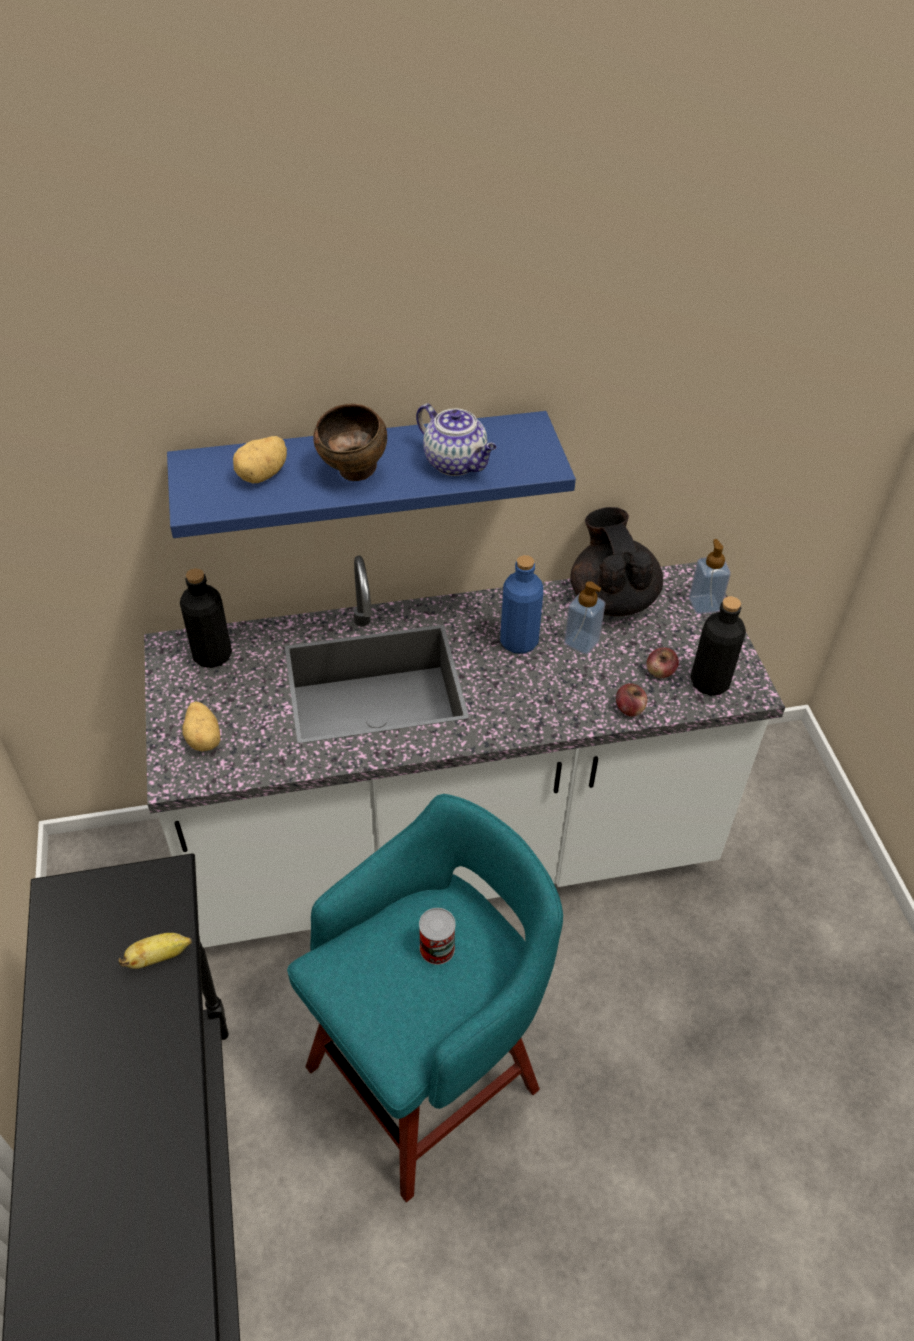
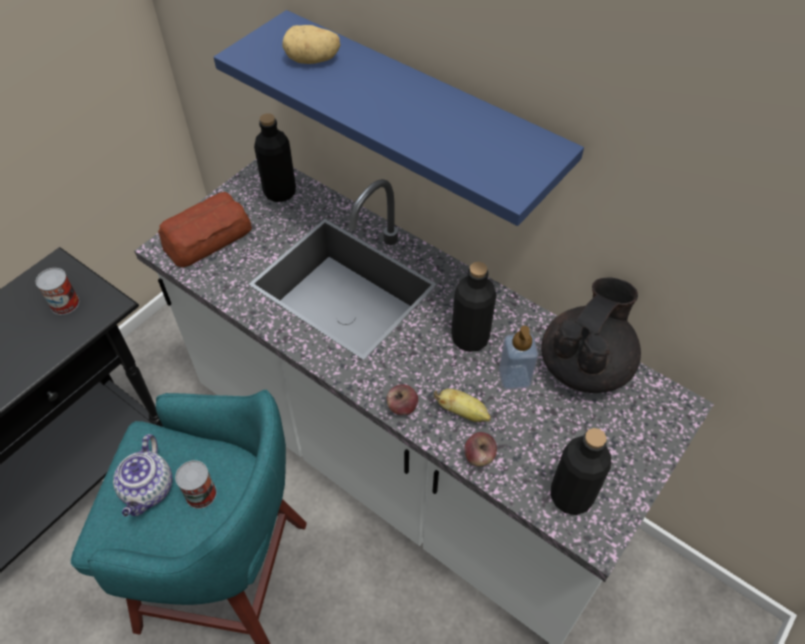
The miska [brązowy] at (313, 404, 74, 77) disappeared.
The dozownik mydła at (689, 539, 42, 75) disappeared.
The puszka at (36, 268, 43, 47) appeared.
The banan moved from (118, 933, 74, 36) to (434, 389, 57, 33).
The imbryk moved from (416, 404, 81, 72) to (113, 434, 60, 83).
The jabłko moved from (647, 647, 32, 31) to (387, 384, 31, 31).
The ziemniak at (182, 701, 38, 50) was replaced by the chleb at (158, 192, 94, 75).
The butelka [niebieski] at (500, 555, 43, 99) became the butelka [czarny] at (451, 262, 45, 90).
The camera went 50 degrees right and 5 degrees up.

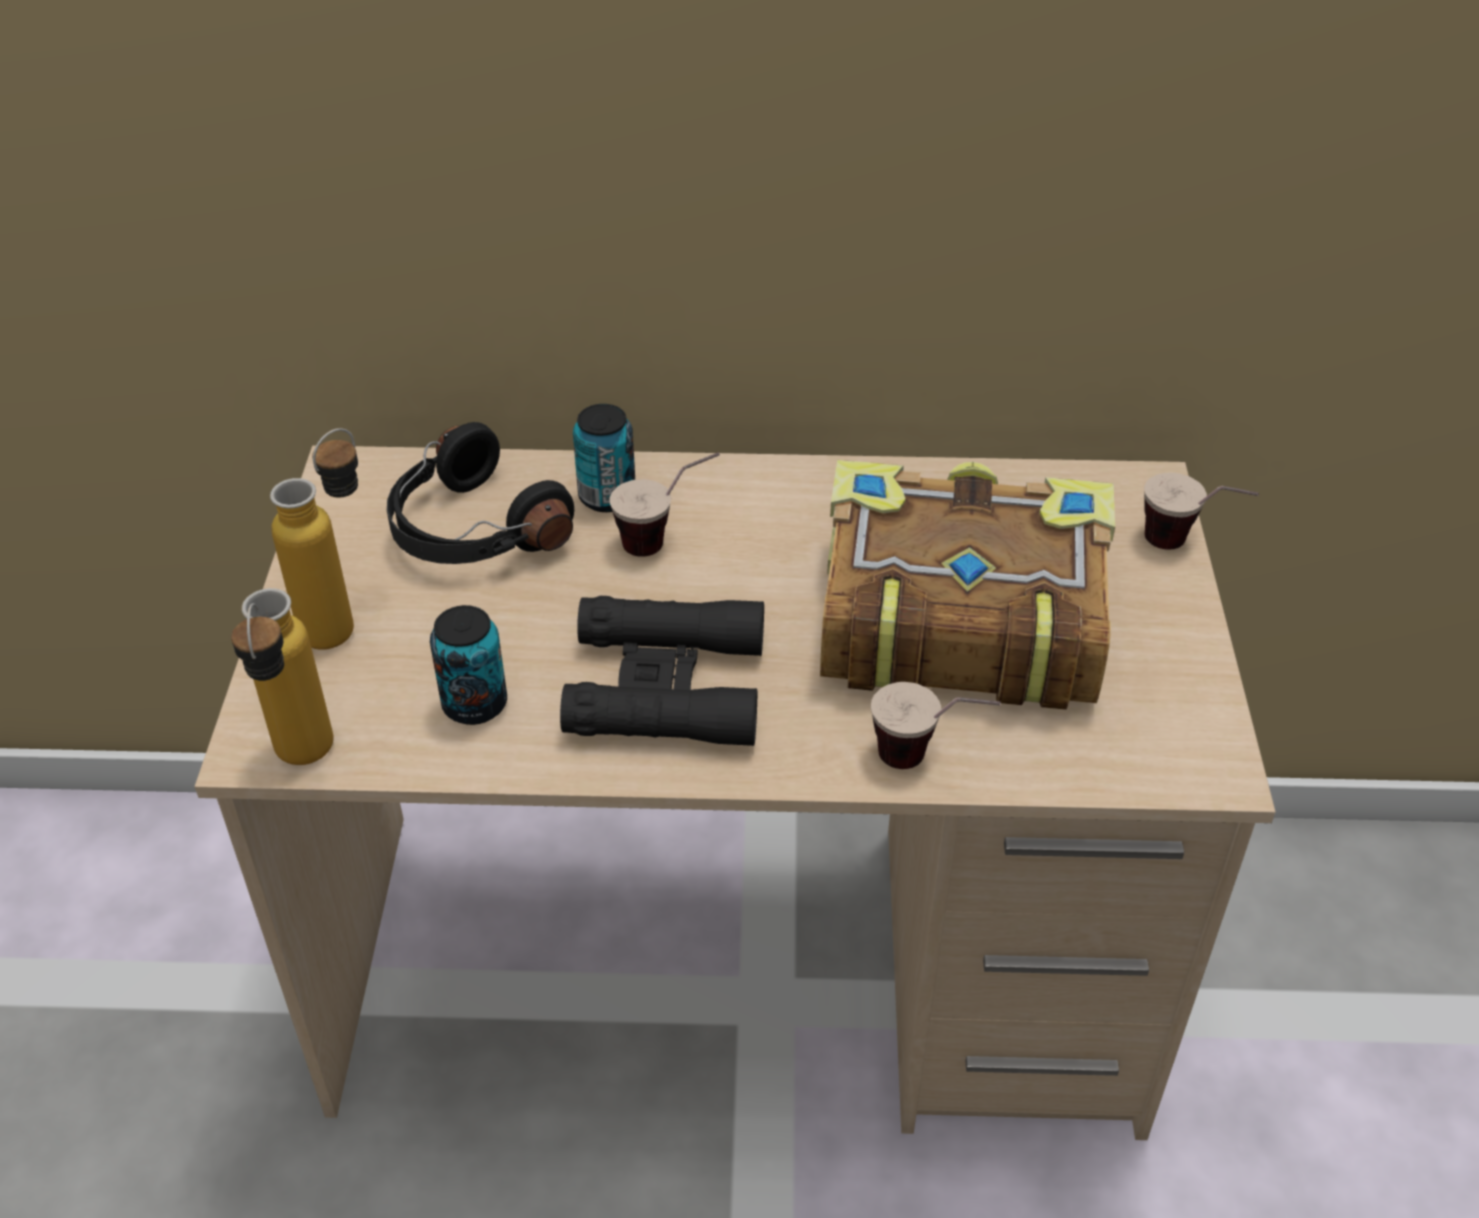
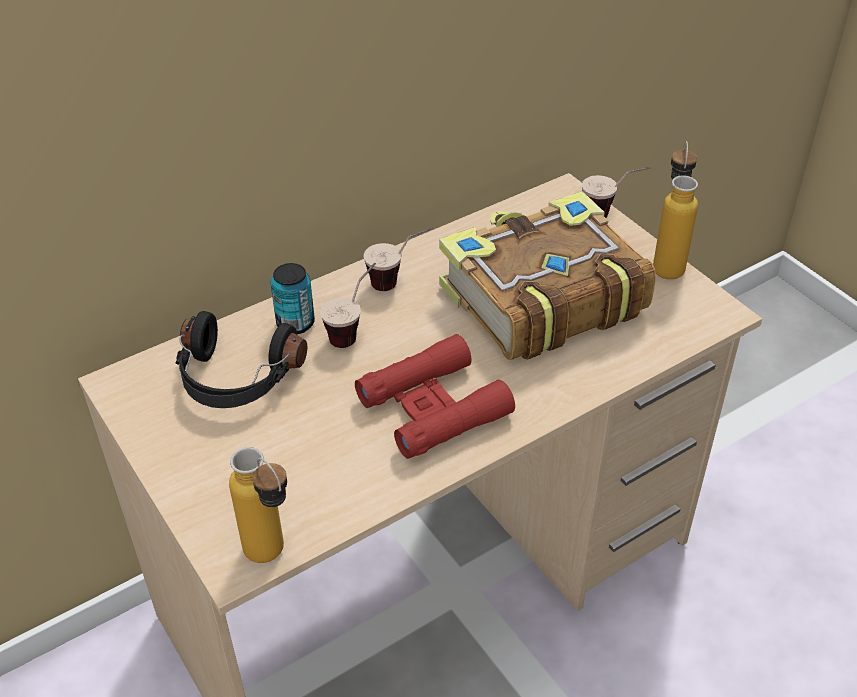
The puszka at (430, 605, 77, 120) disappeared.
The butelka moved from (270, 428, 88, 221) to (653, 141, 45, 138).
The filiżanka moved from (871, 682, 130, 87) to (363, 228, 69, 63).
The lornetka [czarny] at (560, 596, 204, 150) became the lornetka [czerwony] at (355, 334, 160, 125).
The camera went 35 degrees left and 0 degrees up.

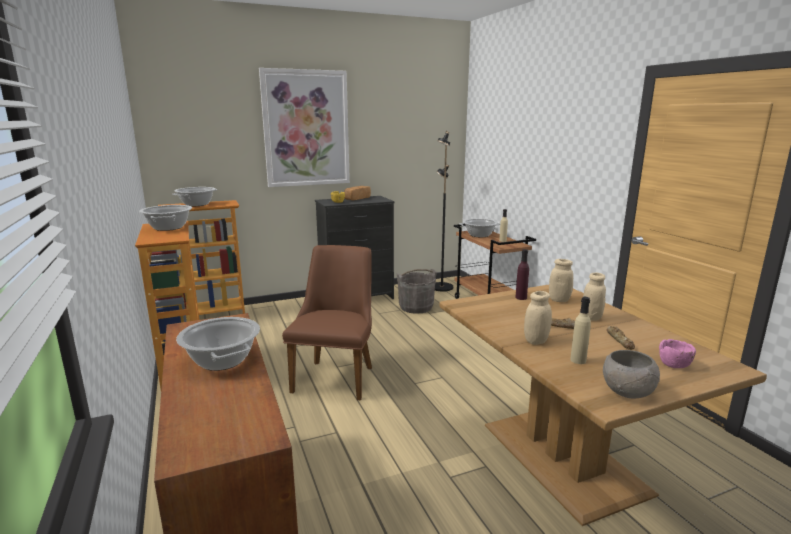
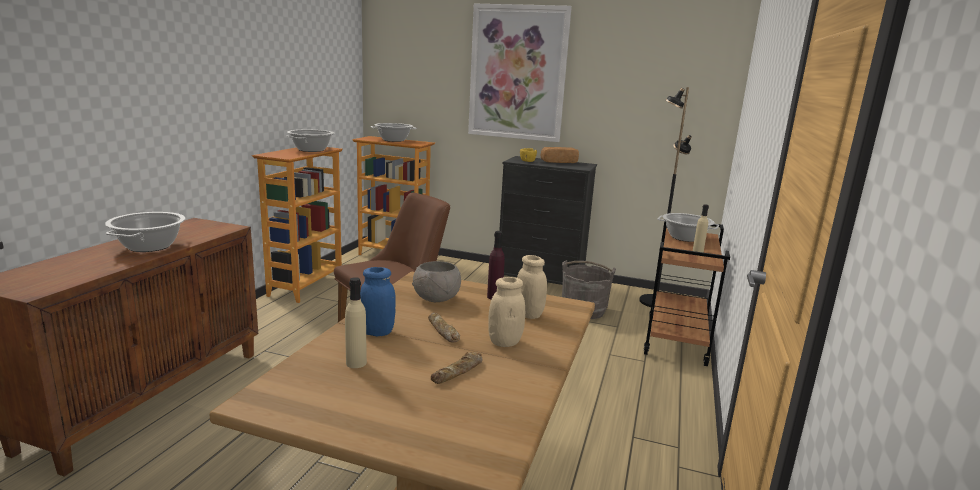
The miska [różowy] at (659, 339, 37, 29) disappeared.
The miska [szary] moved from (603, 350, 57, 48) to (412, 261, 49, 41).
The słoik [beżowy] at (524, 291, 28, 54) became the słoik [niebieski] at (360, 267, 36, 70).
The camera went 40 degrees right and 0 degrees up.

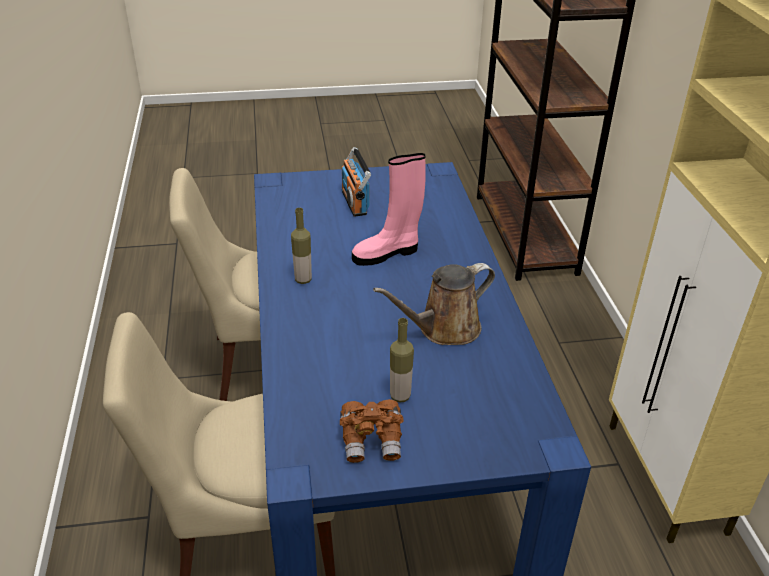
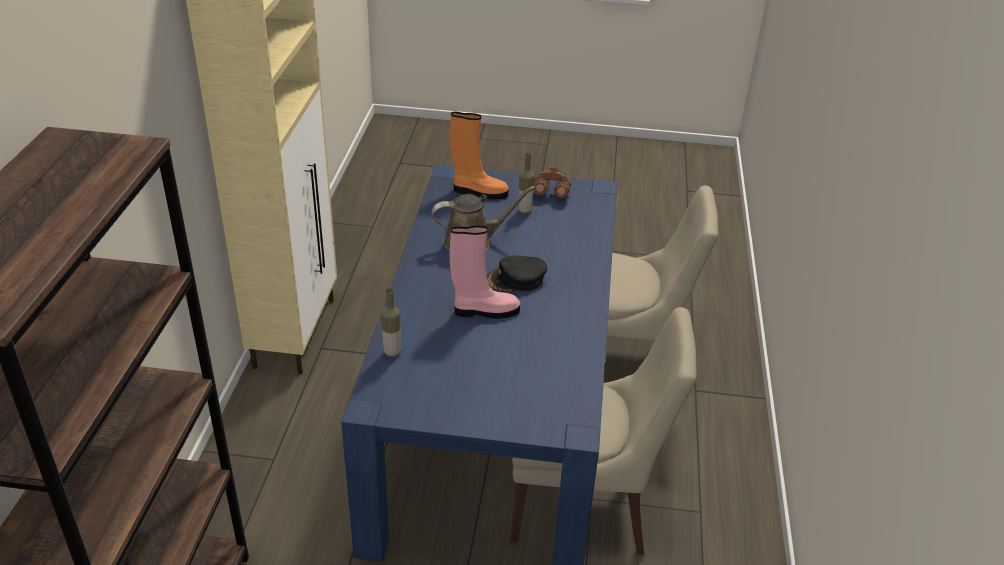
The radio at (342, 147, 29, 70) disappeared.
The but z cholewką [pomarańczowy] at (450, 112, 59, 88) appeared.
The czapka z daszkiem [czarny] at (487, 255, 60, 37) appeared.
The butelka moved from (291, 208, 21, 76) to (381, 288, 20, 69).
The camera went 165 degrees left and 0 degrees up.

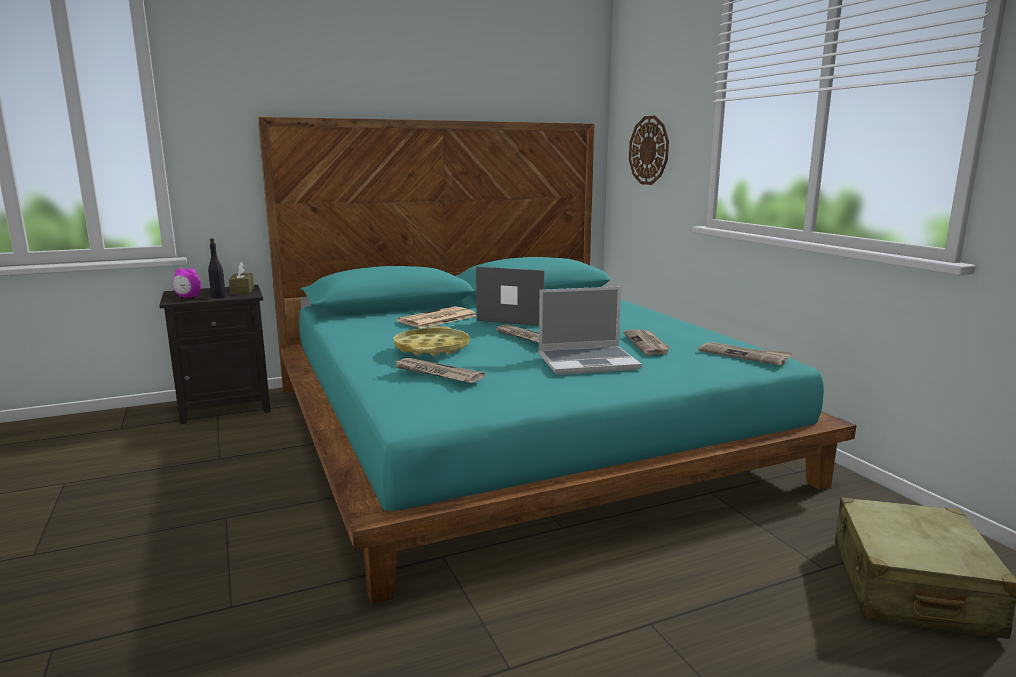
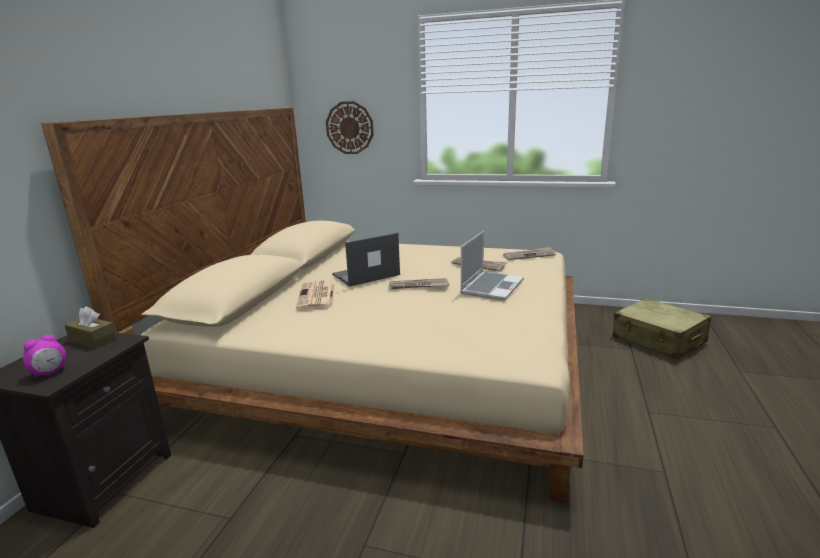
The butelka [czarny] at (208, 238, 18, 60) disappeared.
The taca [żółty] at (394, 326, 76, 30) disappeared.
The gazeta at (394, 358, 91, 25) disappeared.
The łóżko [turkusowy] at (258, 117, 599, 487) became the łóżko [beżowy] at (42, 108, 542, 394).
The camera went 50 degrees left and 5 degrees up.

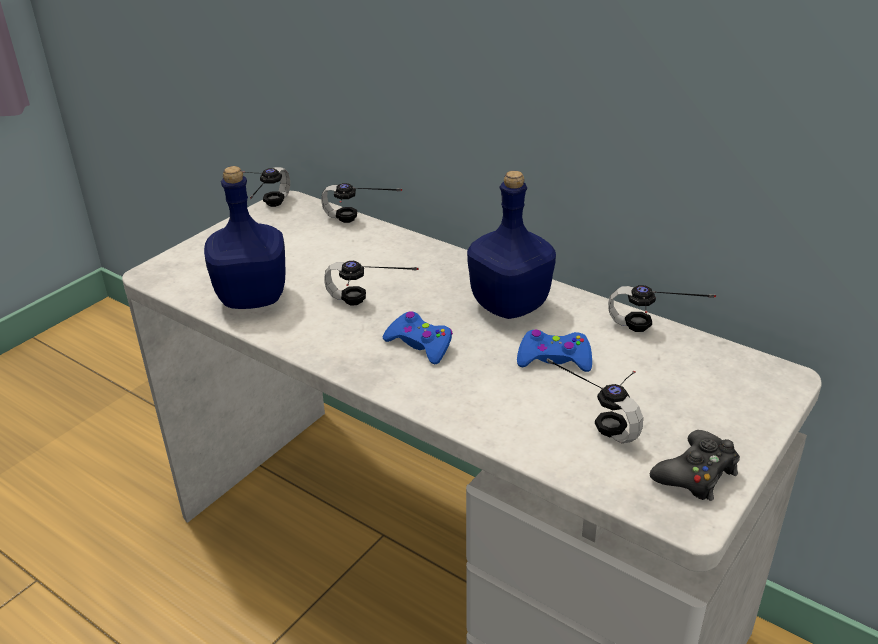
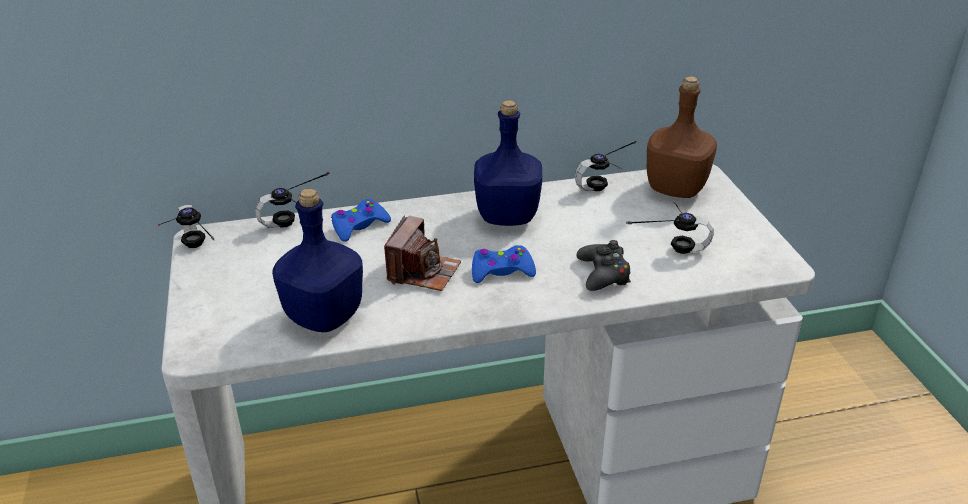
The butelka [brązowy] at (647, 76, 70, 122) appeared.
The pad do gier [niebieski] moved from (517, 330, 75, 42) to (331, 199, 60, 43).
The pad do gier [czarny] moved from (650, 430, 90, 71) to (576, 240, 55, 51).
The słuchawki at (324, 261, 95, 44) was replaced by the aparat fotograficzny at (384, 215, 77, 76).
The camera went 50 degrees left and 0 degrees up.

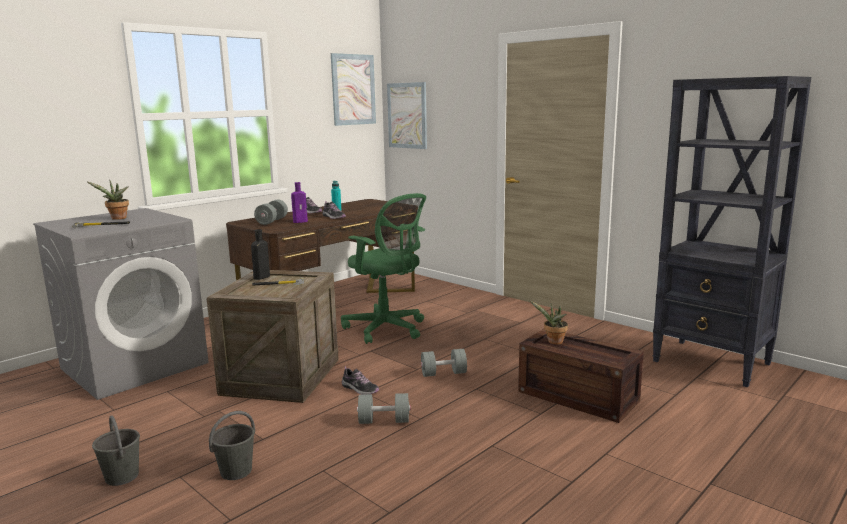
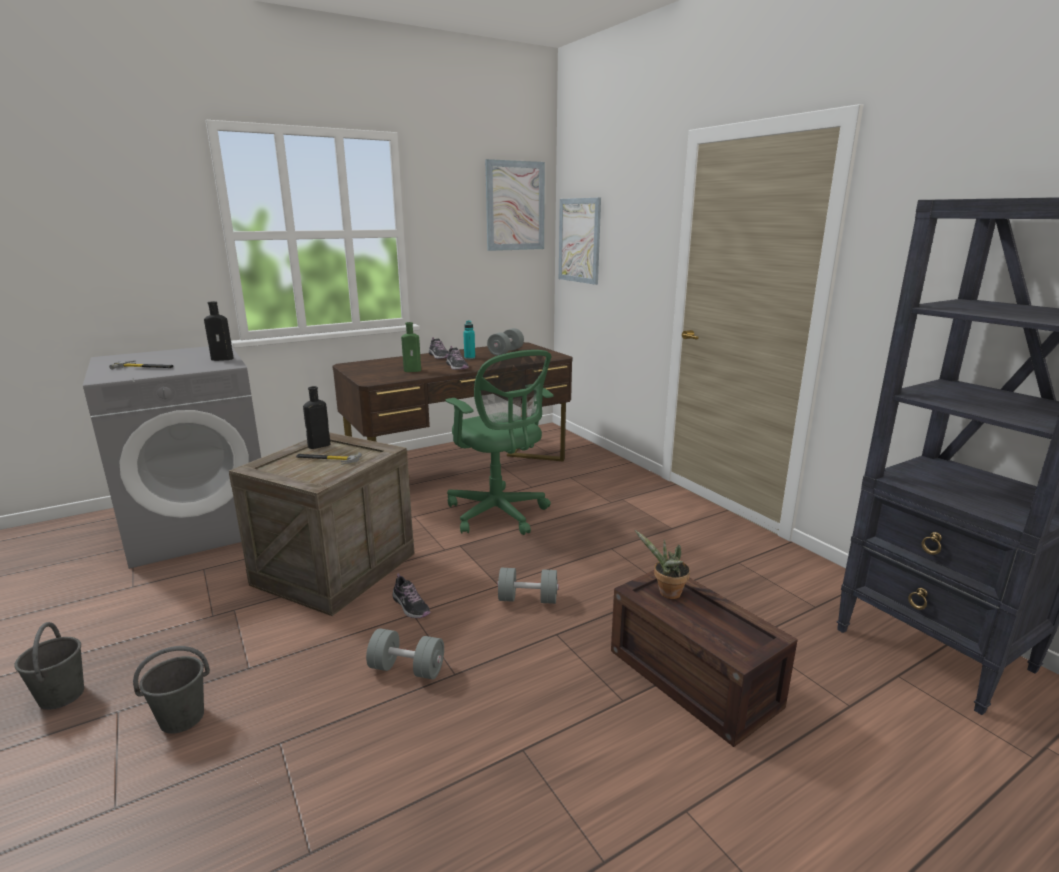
The roślina doniczkowa at (88, 180, 41, 40) disappeared.
The butelka [czarny] at (204, 301, 30, 60) appeared.
The hantel [szary] moved from (254, 199, 34, 26) to (487, 328, 37, 28).
The butelka [fioletowy] at (291, 182, 17, 41) became the butelka [zielony] at (401, 322, 20, 50).
The camera went 15 degrees right and 5 degrees up.

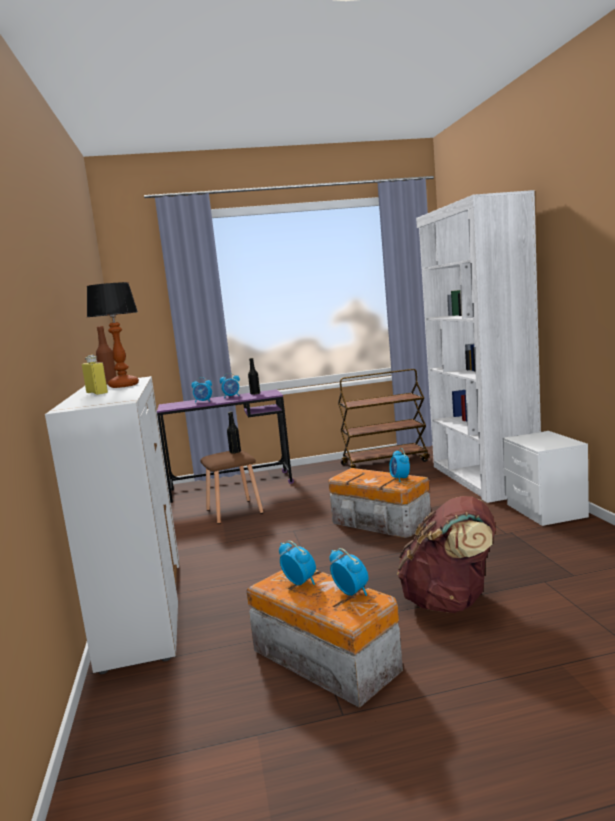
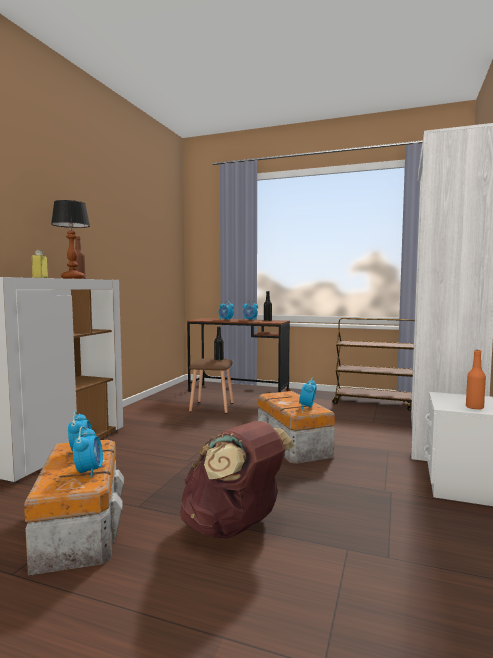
The butelka [pomarańczowy] at (466, 350, 20, 60) appeared.
The biurko [fioletowy] at (157, 389, 137, 114) became the biurko [brązowy] at (187, 318, 103, 74).
The camera went 30 degrees right and 5 degrees down.

